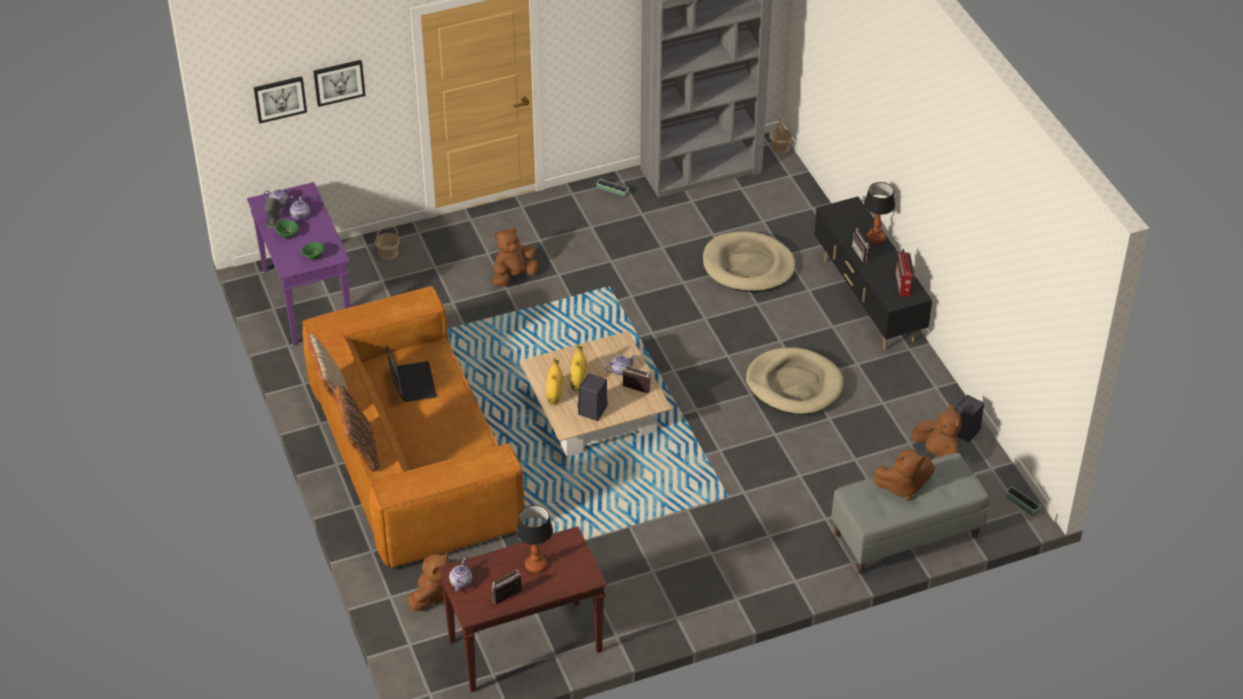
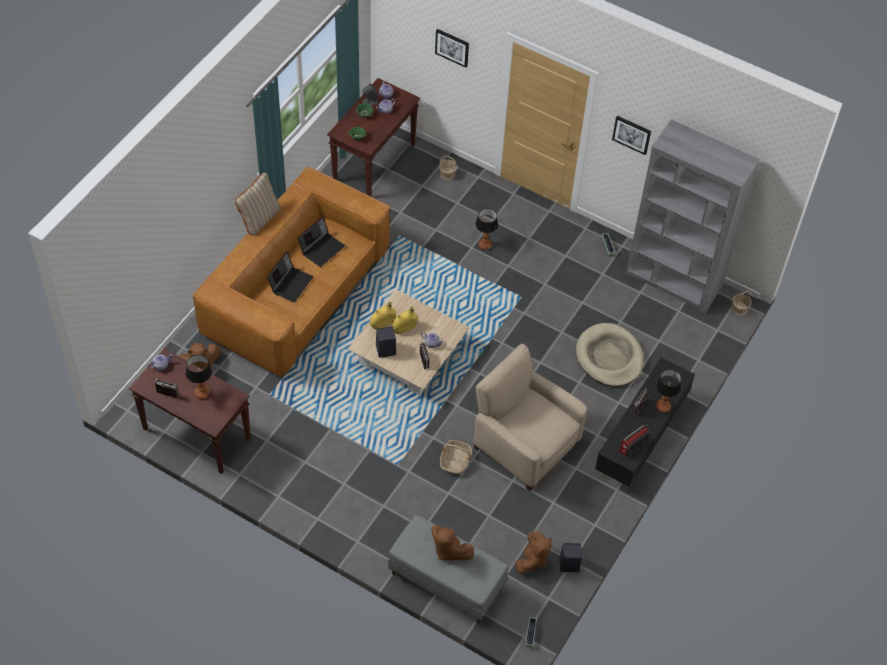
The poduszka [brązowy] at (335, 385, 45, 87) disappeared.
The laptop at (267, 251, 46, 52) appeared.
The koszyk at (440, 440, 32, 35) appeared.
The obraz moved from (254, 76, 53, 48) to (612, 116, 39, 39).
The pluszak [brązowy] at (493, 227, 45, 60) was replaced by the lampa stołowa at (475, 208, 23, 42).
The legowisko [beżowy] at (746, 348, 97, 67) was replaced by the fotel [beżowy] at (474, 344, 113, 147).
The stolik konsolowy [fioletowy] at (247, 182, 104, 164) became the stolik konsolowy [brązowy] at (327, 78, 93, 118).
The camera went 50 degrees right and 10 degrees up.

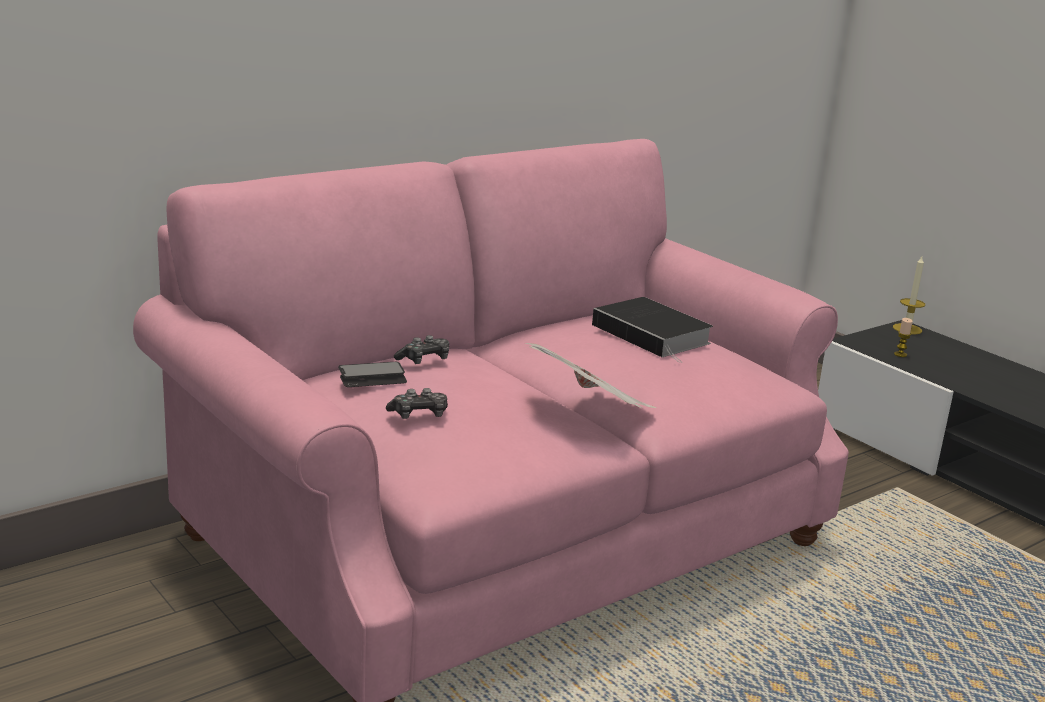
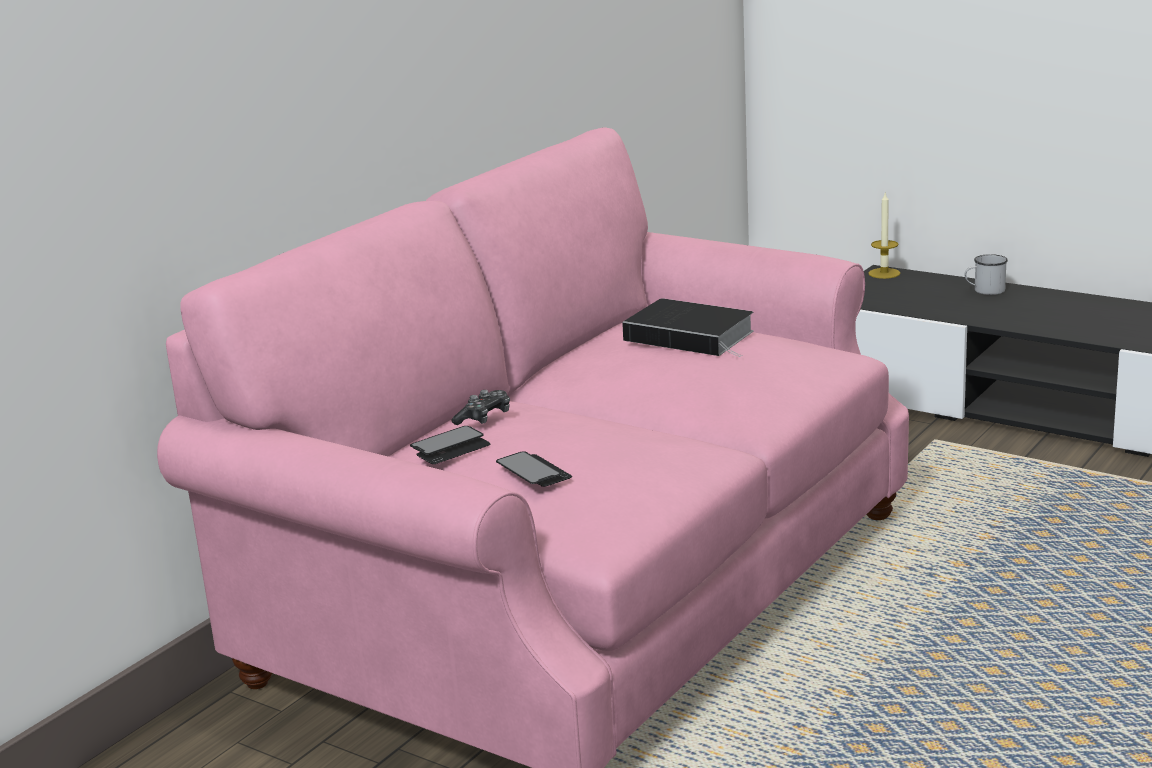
The gazeta at (525, 343, 132, 65) disappeared.
The świeca at (894, 318, 19, 39) disappeared.
The kubek [biały] at (964, 254, 44, 41) appeared.
The pad do gier at (386, 388, 62, 31) was replaced by the telefon at (496, 451, 76, 36).
The camera went 15 degrees left and 0 degrees up.

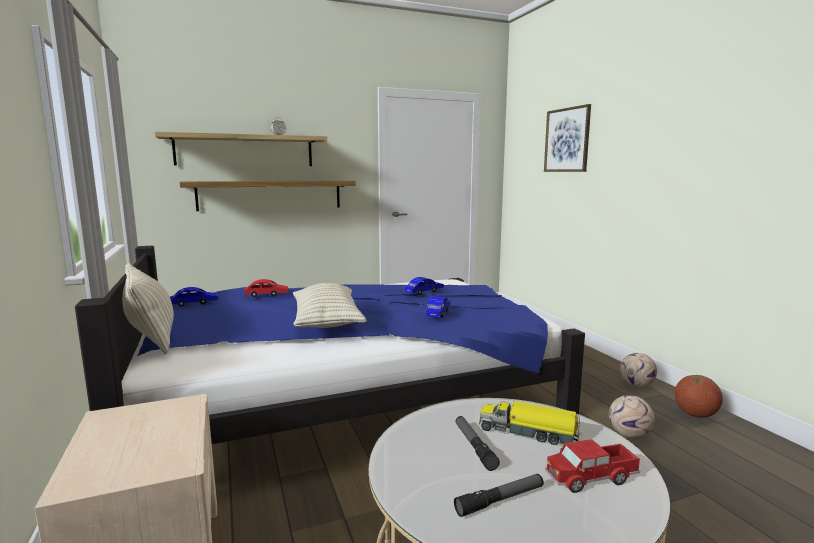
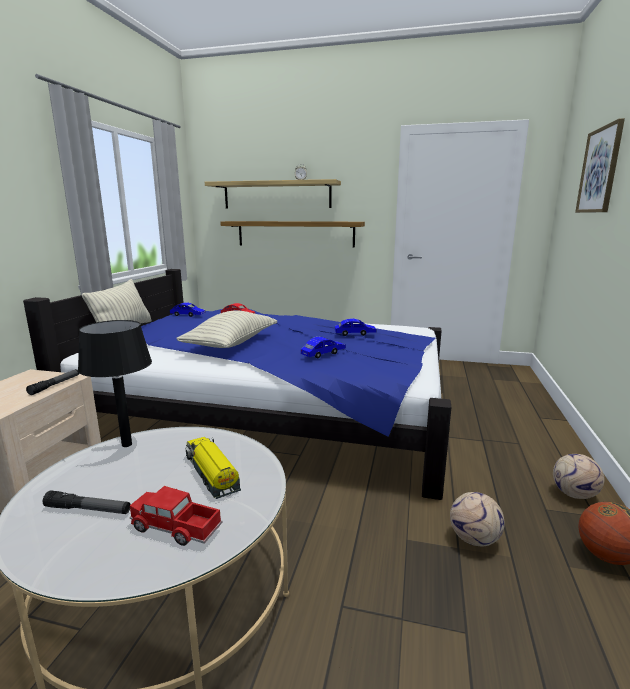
The lampa stołowa [czarny] at (78, 320, 74, 127) appeared.
The latarka moved from (455, 416, 45, 55) to (26, 369, 53, 26).
The camera went 35 degrees right and 5 degrees up.

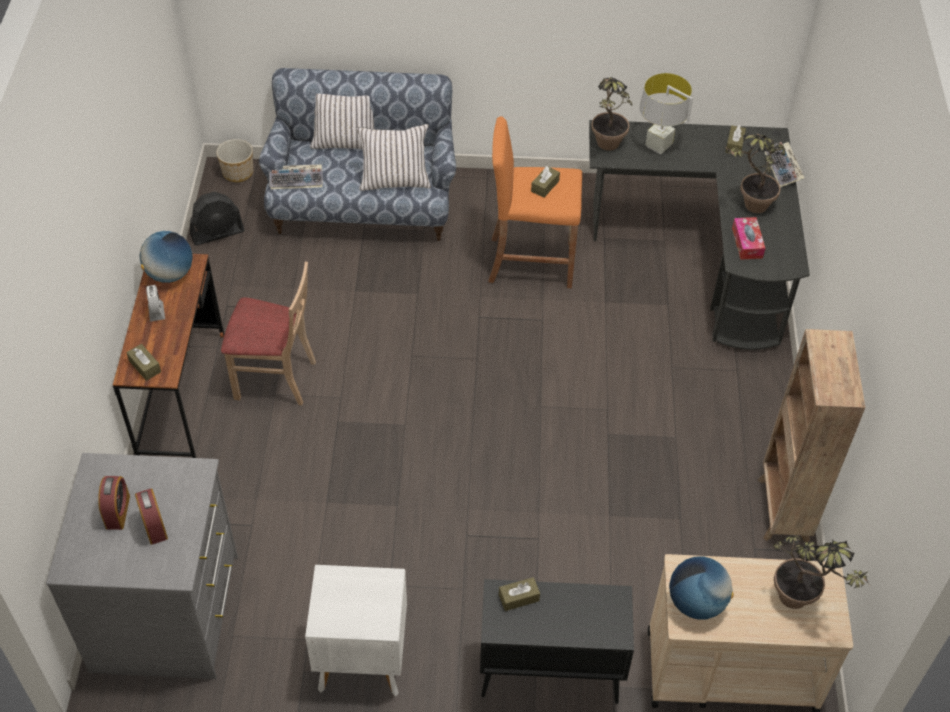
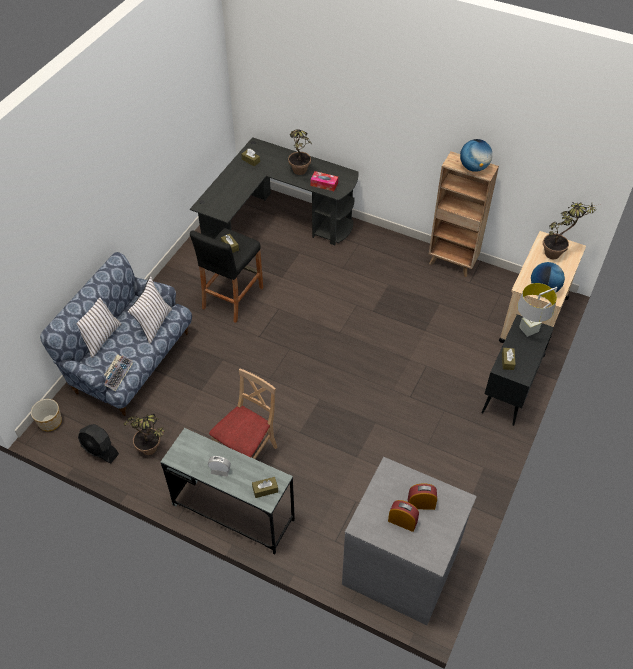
The szafka nocna [biały] at (305, 565, 102, 131) disappeared.
The klawiatura at (765, 142, 40, 46) disappeared.
The globus moved from (139, 231, 54, 52) to (460, 139, 32, 33).
The roślina doniczkowa moved from (591, 77, 41, 74) to (124, 414, 41, 41).
The lampa stołowa [szary] moved from (639, 73, 54, 81) to (517, 283, 40, 54).
The biurko [brązowy] at (113, 254, 111, 204) became the biurko [szary] at (161, 428, 134, 126).
The stołek [pomarańczowy] at (488, 116, 94, 172) became the stołek [czarny] at (190, 228, 73, 95).
The wentylator [czarny] at (190, 192, 55, 53) turned 120 degrees clockwise.
The camera went 65 degrees left and 0 degrees up.

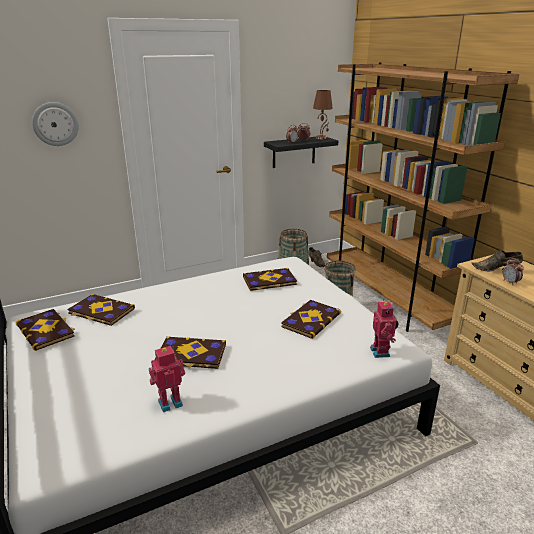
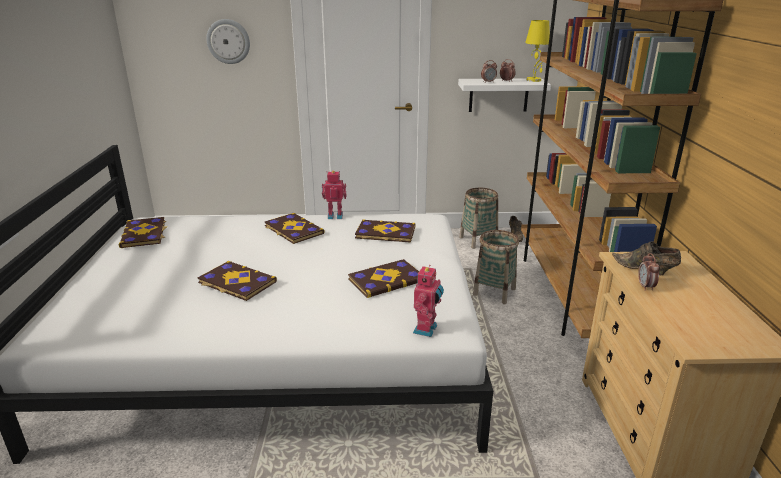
The książka moved from (67, 294, 68, 32) to (265, 213, 60, 31).
The robot zabawkowy moved from (149, 346, 36, 66) to (322, 170, 25, 49).
The półka [czarny] at (264, 137, 74, 31) became the półka [biały] at (458, 78, 93, 34).
The lampa stołowa [brązowy] at (313, 90, 20, 49) became the lampa stołowa [żółty] at (525, 20, 25, 62).
The camera went 25 degrees right and 0 degrees up.

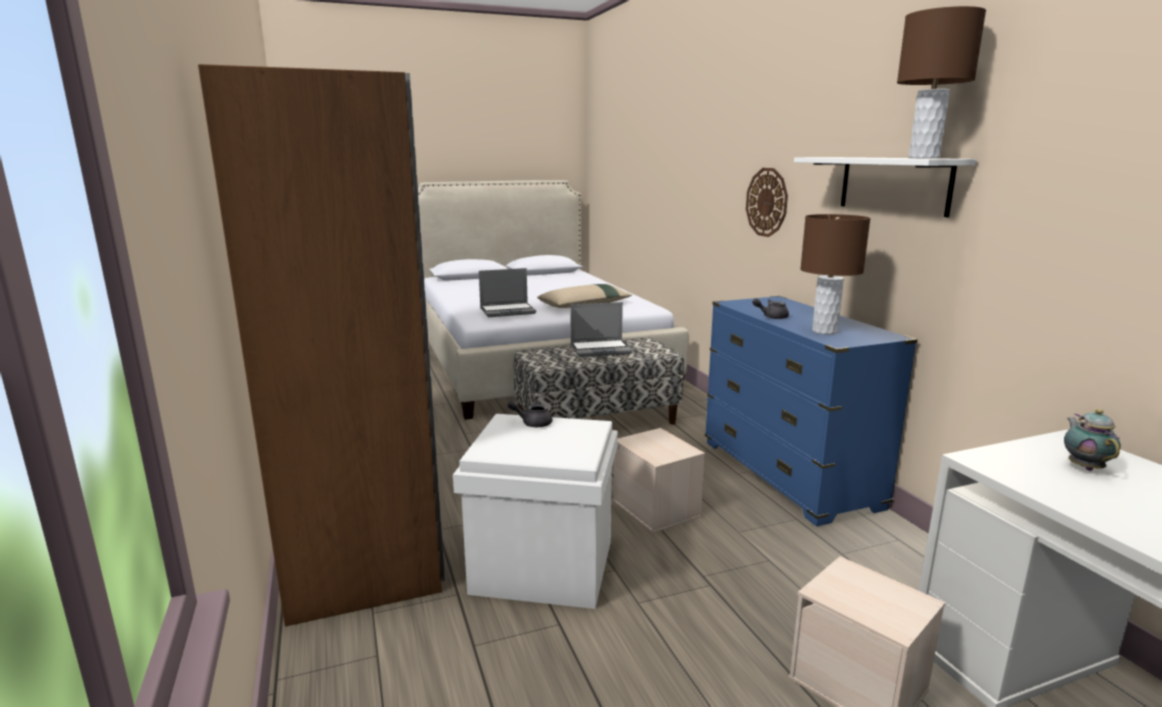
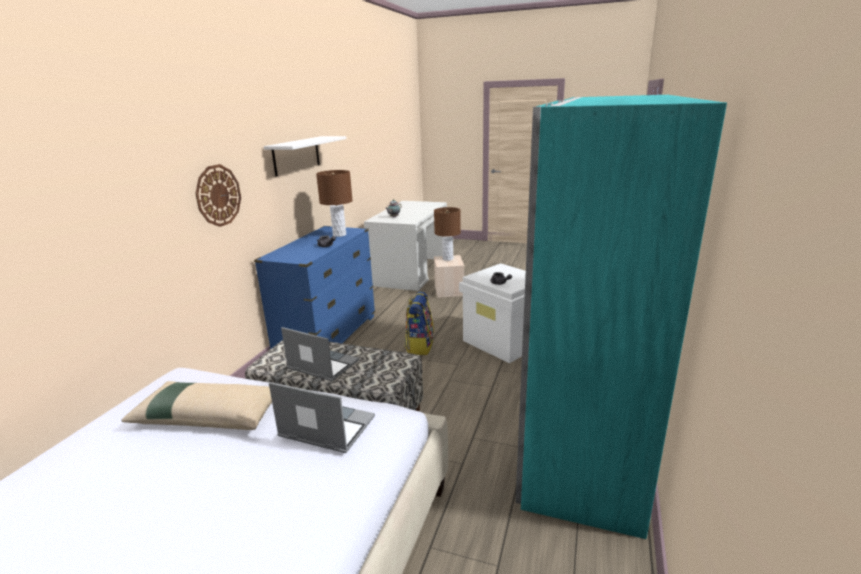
The lampa stołowa [brązowy] moved from (897, 6, 89, 152) to (434, 207, 27, 54).
The pojemnik do przechowywania [beżowy] at (613, 428, 92, 106) was replaced by the plecak at (405, 292, 29, 63).
The szafa [brązowy] at (198, 64, 247, 562) became the szafa [turkusowy] at (515, 95, 212, 444).
The camera went 140 degrees left and 5 degrees up.

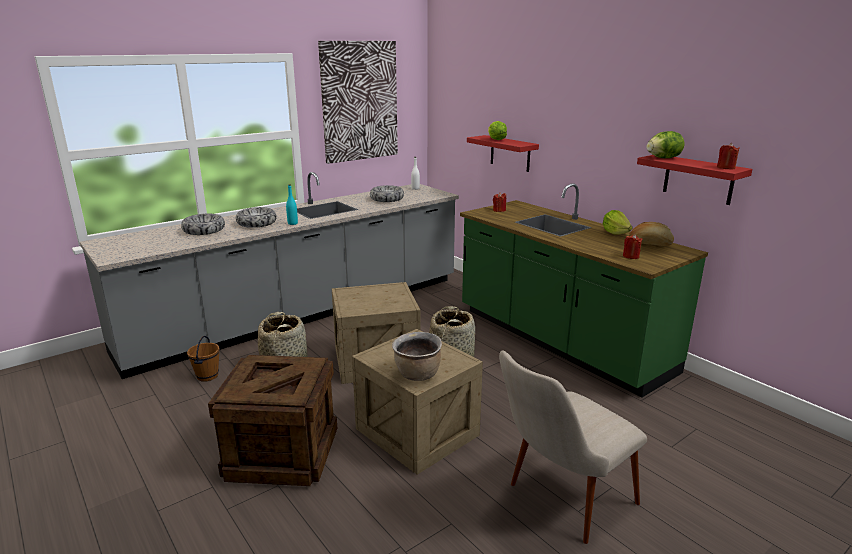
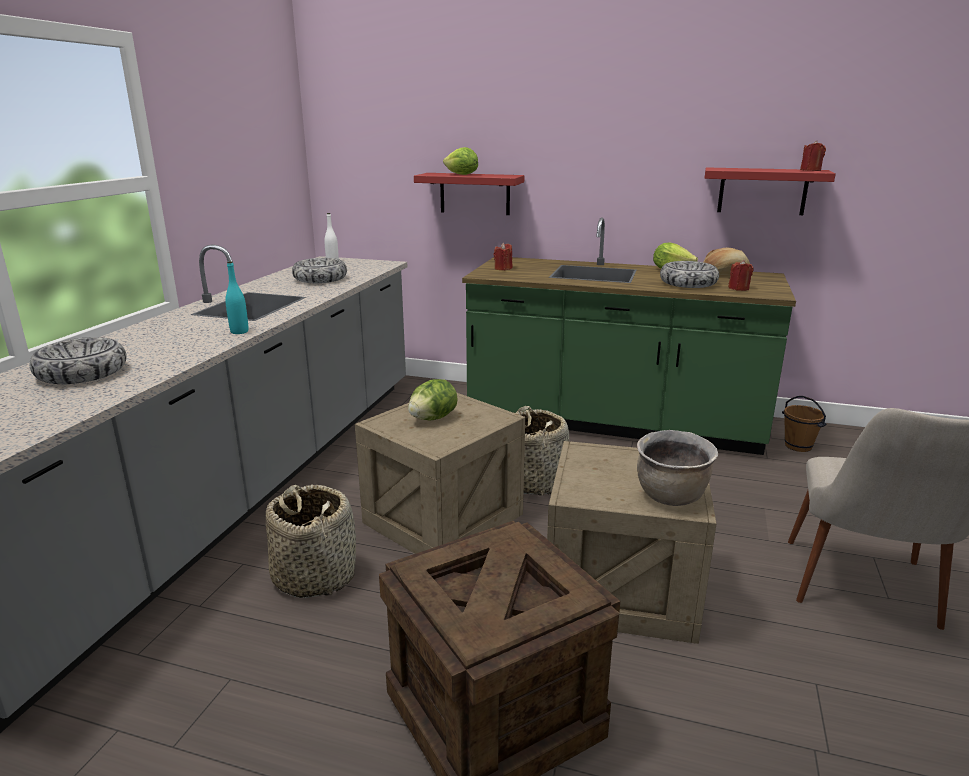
The obraz at (318, 41, 80, 123) disappeared.
The wiadro [brązowy] moved from (187, 336, 33, 46) to (782, 396, 44, 56).
The miska moved from (236, 207, 41, 21) to (660, 261, 59, 27).
The sałata moved from (646, 131, 38, 27) to (408, 379, 50, 41).
The camera went 35 degrees left and 0 degrees up.

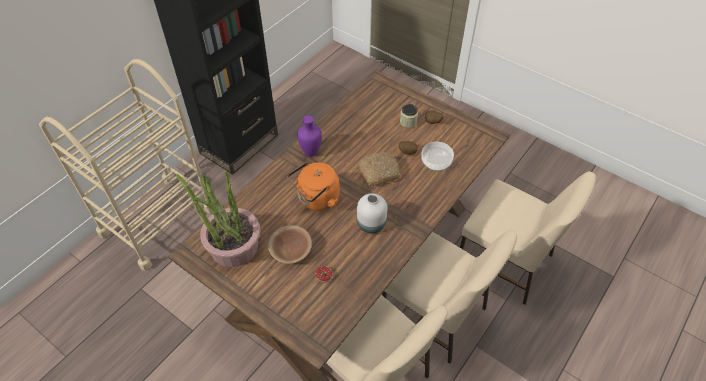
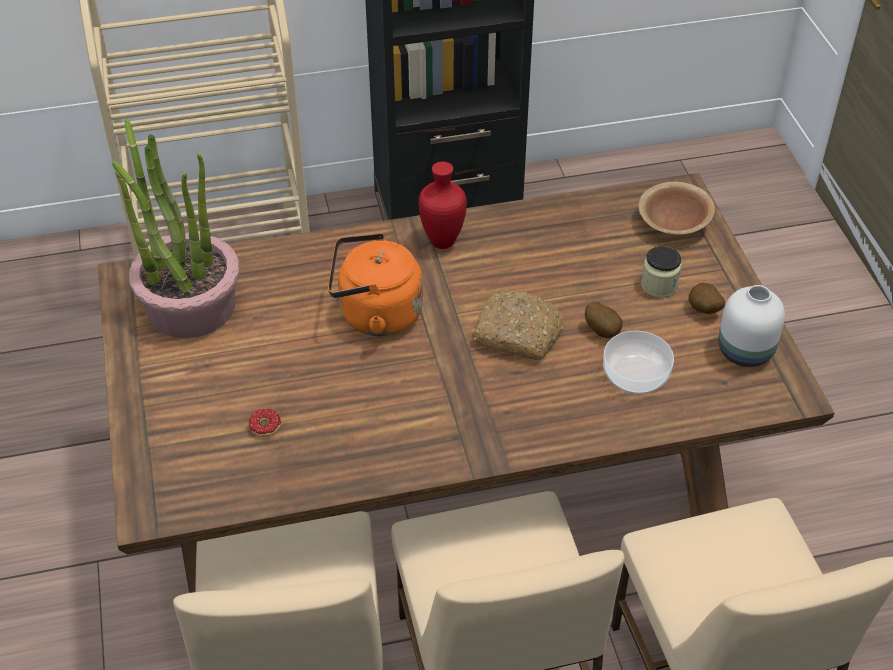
The miska [brązowy] moved from (268, 225, 44, 39) to (638, 182, 77, 53).
The wazon [biały] moved from (357, 193, 30, 40) to (718, 285, 67, 82).
The wazon [fioletowy] at (297, 116, 25, 41) became the wazon [czerwony] at (419, 162, 48, 87).
The camera went 40 degrees right and 5 degrees down.

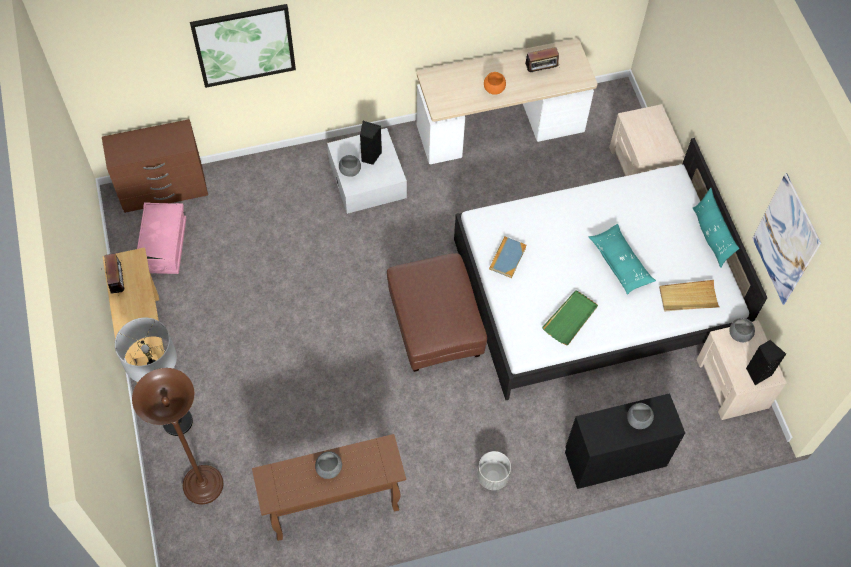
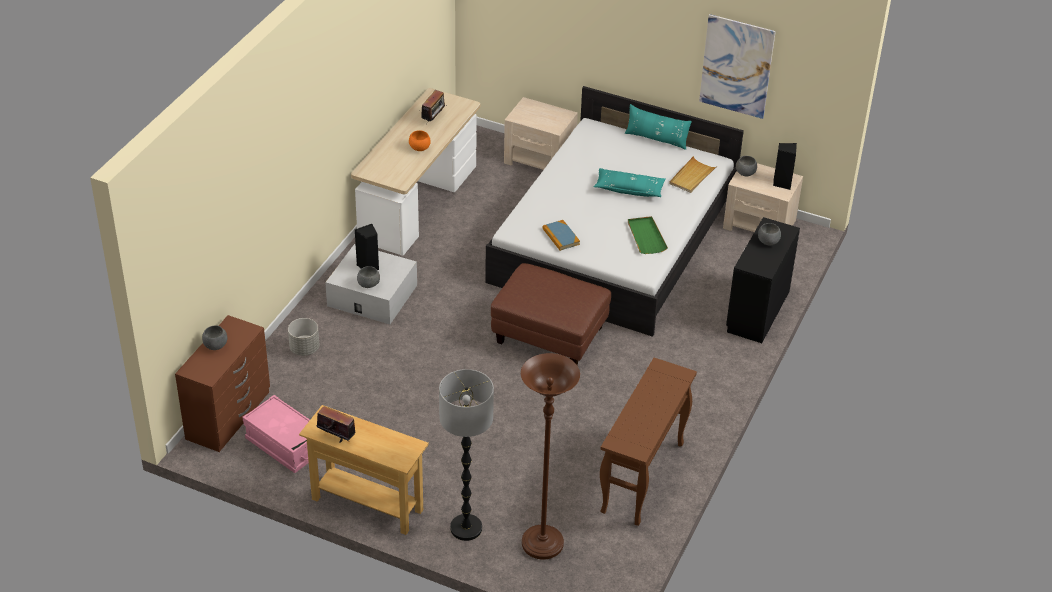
The obraz at (190, 4, 106, 84) disappeared.
The miska [szary] moved from (315, 451, 27, 28) to (202, 326, 25, 24).
The donica [szary] moved from (477, 451, 34, 39) to (288, 318, 31, 38).
The camera went 50 degrees left and 20 degrees down.

